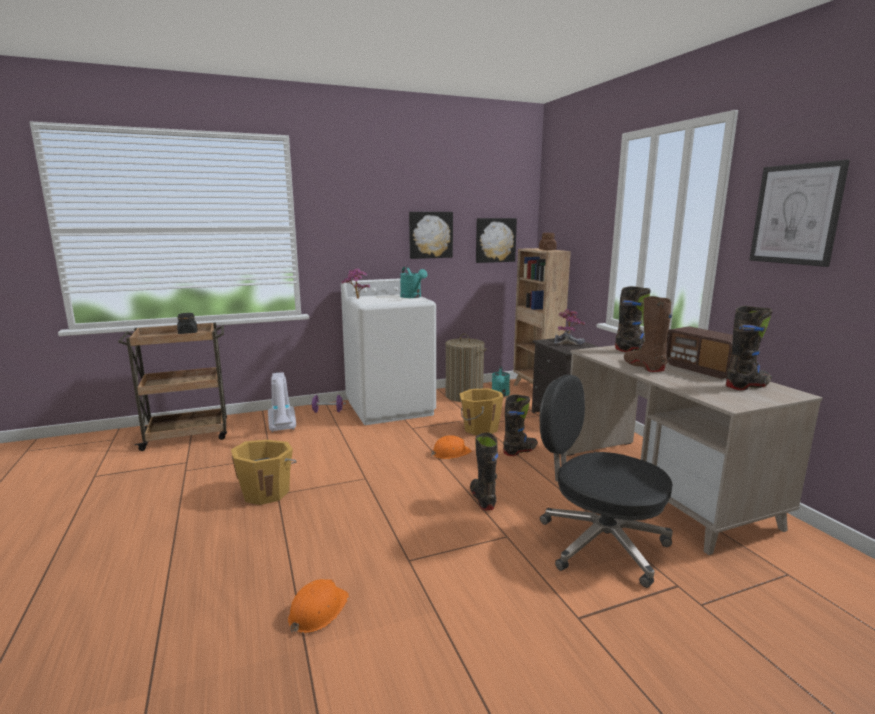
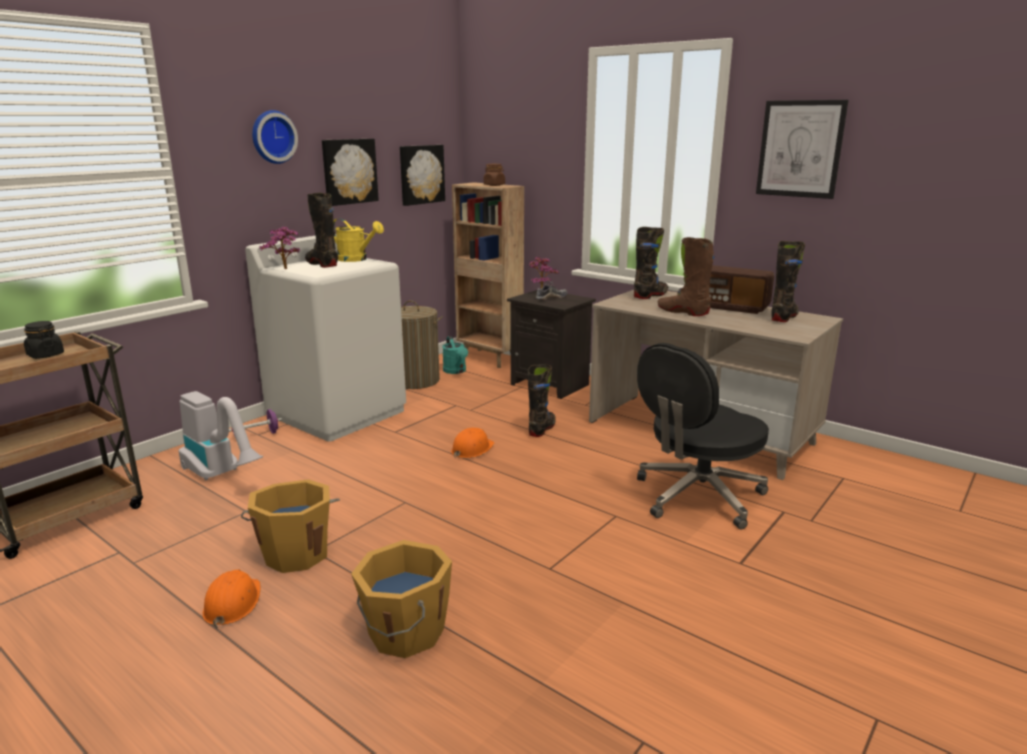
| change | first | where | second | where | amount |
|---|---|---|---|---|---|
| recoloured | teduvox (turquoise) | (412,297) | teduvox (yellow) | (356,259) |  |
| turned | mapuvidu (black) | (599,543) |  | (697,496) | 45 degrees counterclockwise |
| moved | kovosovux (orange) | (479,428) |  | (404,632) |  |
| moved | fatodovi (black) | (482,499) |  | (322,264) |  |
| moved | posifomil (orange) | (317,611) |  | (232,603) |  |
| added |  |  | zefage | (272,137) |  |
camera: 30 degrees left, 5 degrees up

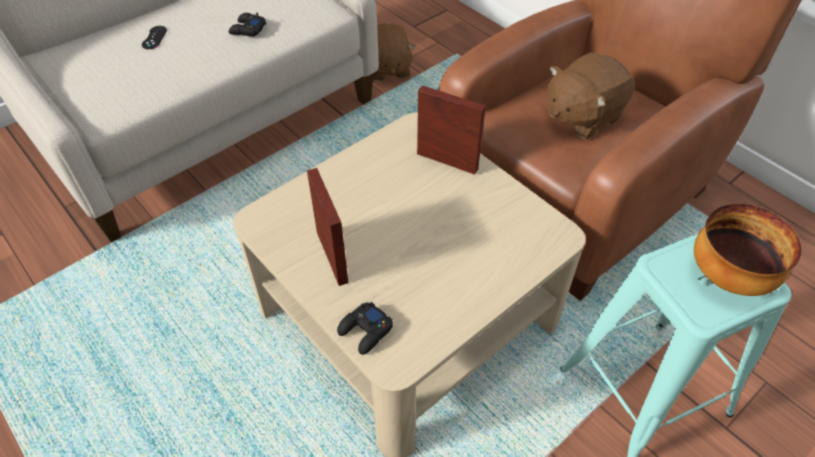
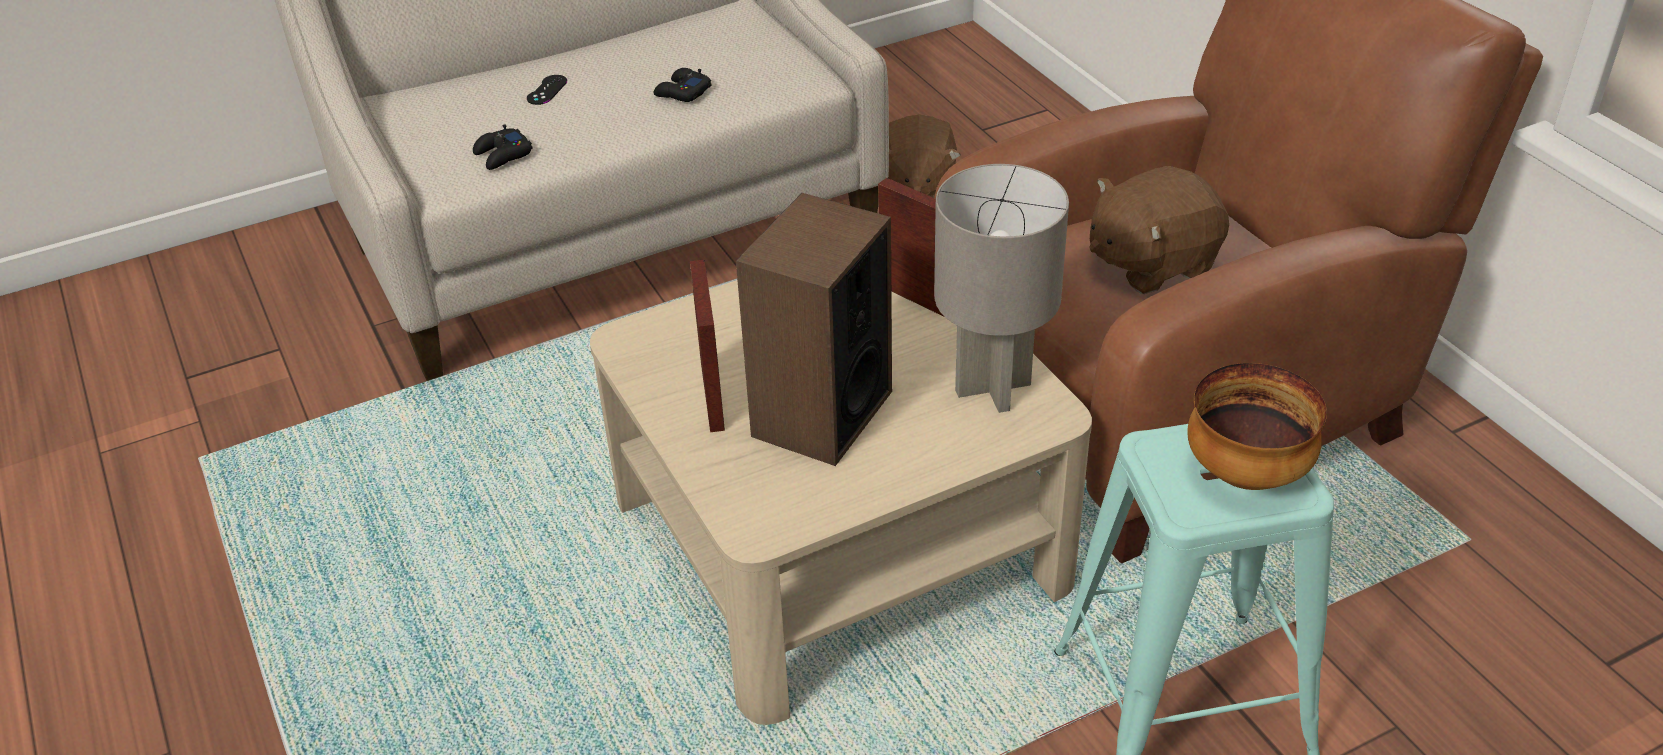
| change | first | where | second | where | amount |
|---|---|---|---|---|---|
| moved | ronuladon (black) | (365,331) |  | (503,155) |  |
| added |  |  | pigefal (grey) | (992,388) |  |
| added |  |  | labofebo | (821,413) |  |
camera: 15 degrees right, 10 degrees down

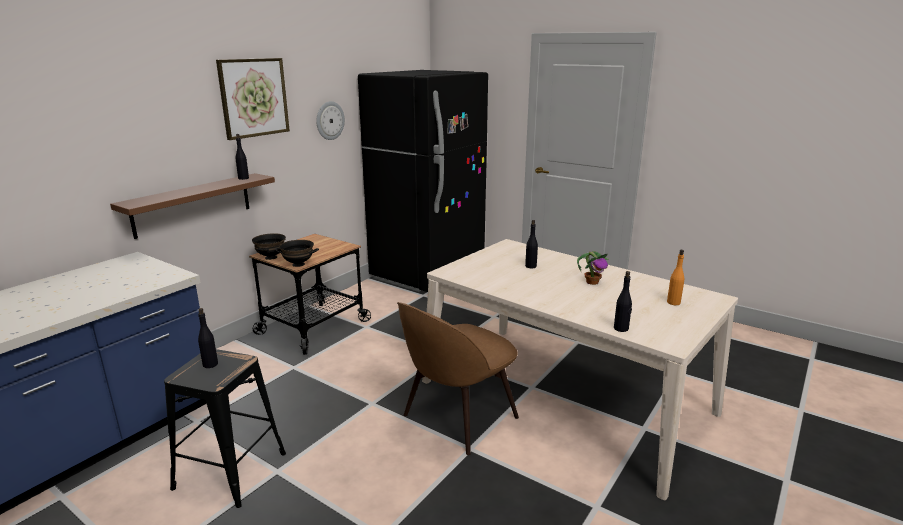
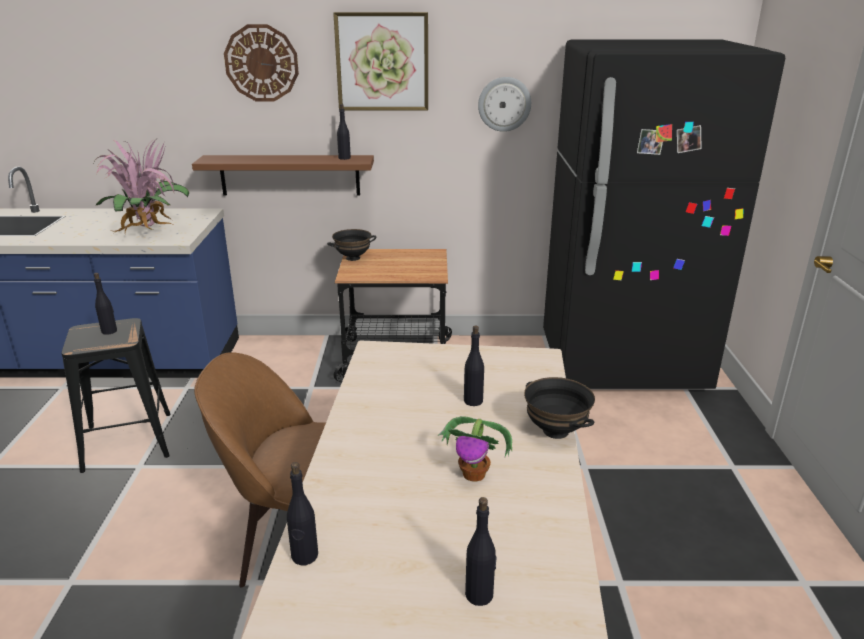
| change | first | where | second | where | amount |
|---|---|---|---|---|---|
| moved | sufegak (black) | (298,264) |  | (556,431) |  |
| recoloured | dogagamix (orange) | (673,302) | dogagamix (black) | (479,595) |  |
| added |  |  | zefage | (261,63) |  |
| added |  |  | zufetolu | (149,234) |  |
camera: 55 degrees right, 5 degrees up

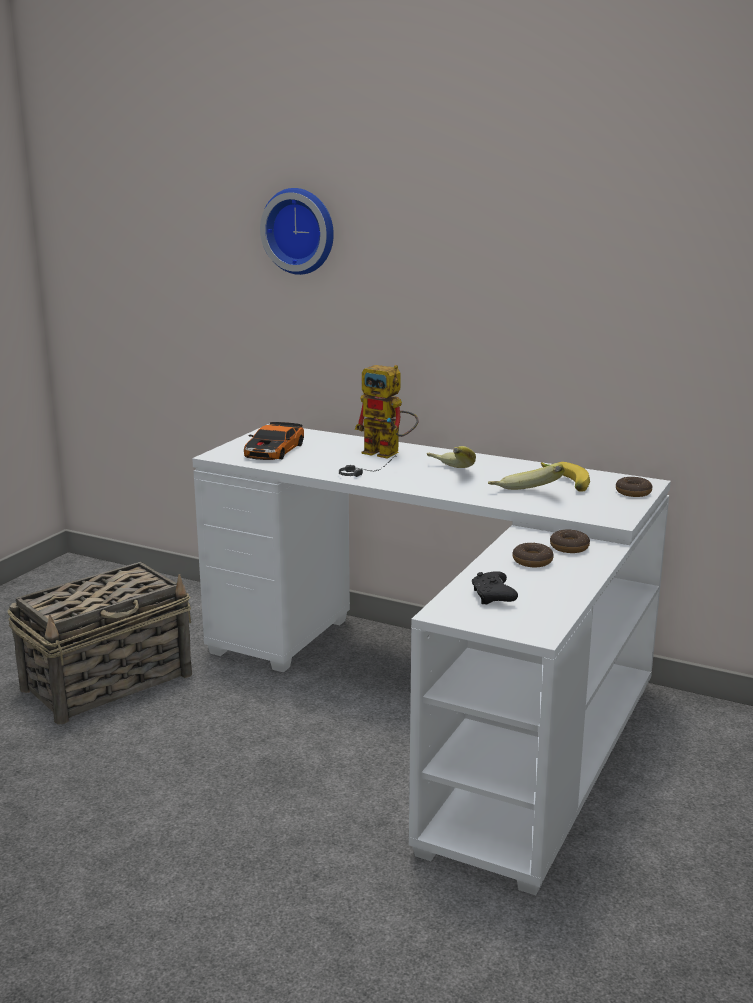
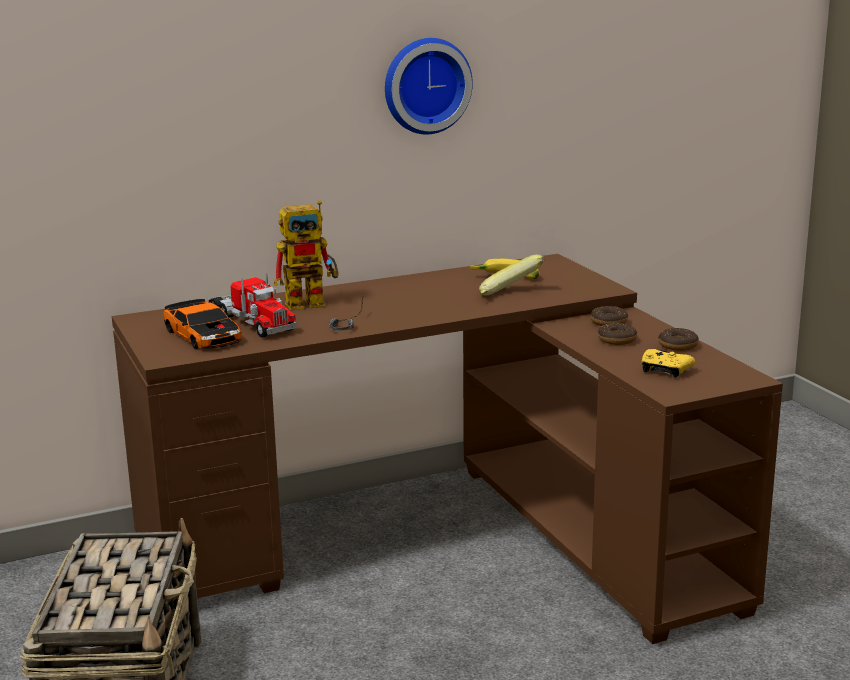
| change | first | where | second | where | amount |
|---|---|---|---|---|---|
| moved | zefage | (300,231) |  | (425,85) |  |
| recoloured | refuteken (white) | (443,701) | refuteken (brown) | (450,537) |  |
| removed | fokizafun | (447,472) |  |  |  |
| moved | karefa | (633,492) |  | (678,345) |  |
| recoloured | ronuladon (black) | (492,596) | ronuladon (yellow) | (665,371) |  |
| added |  |  | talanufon | (251,322) |  |
camera: 50 degrees left, 0 degrees up

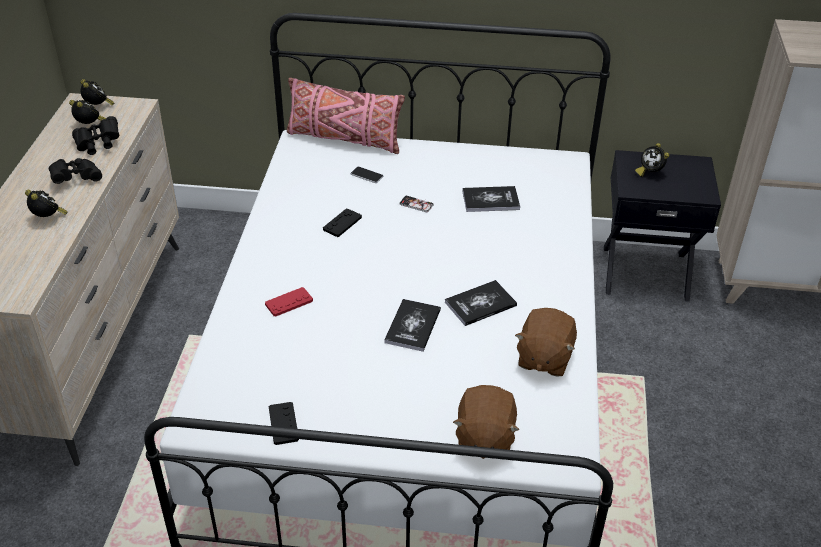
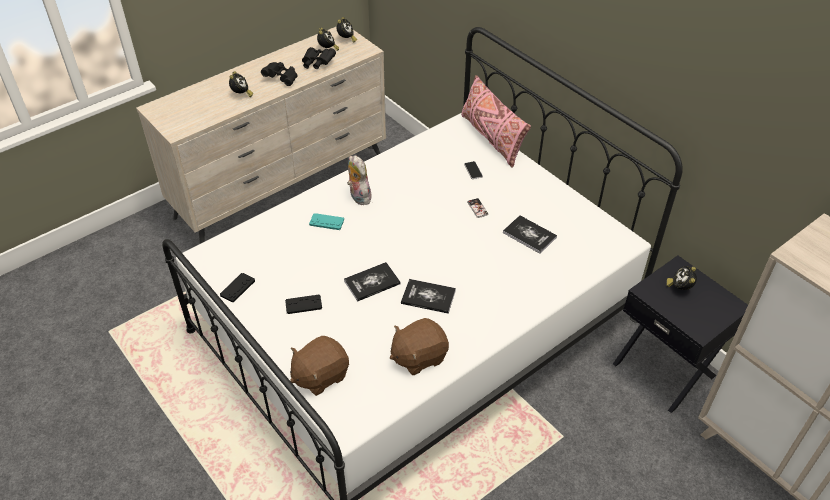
| change | first | where | second | where | amount |
|---|---|---|---|---|---|
| moved | ronuladon (black) | (342,223) |  | (303,305) |  |
| recoloured | ronuladon (red) | (289,302) | ronuladon (turquoise) | (326,222) |  |
| added |  |  | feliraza | (358,197) |  |
camera: 45 degrees right, 5 degrees up

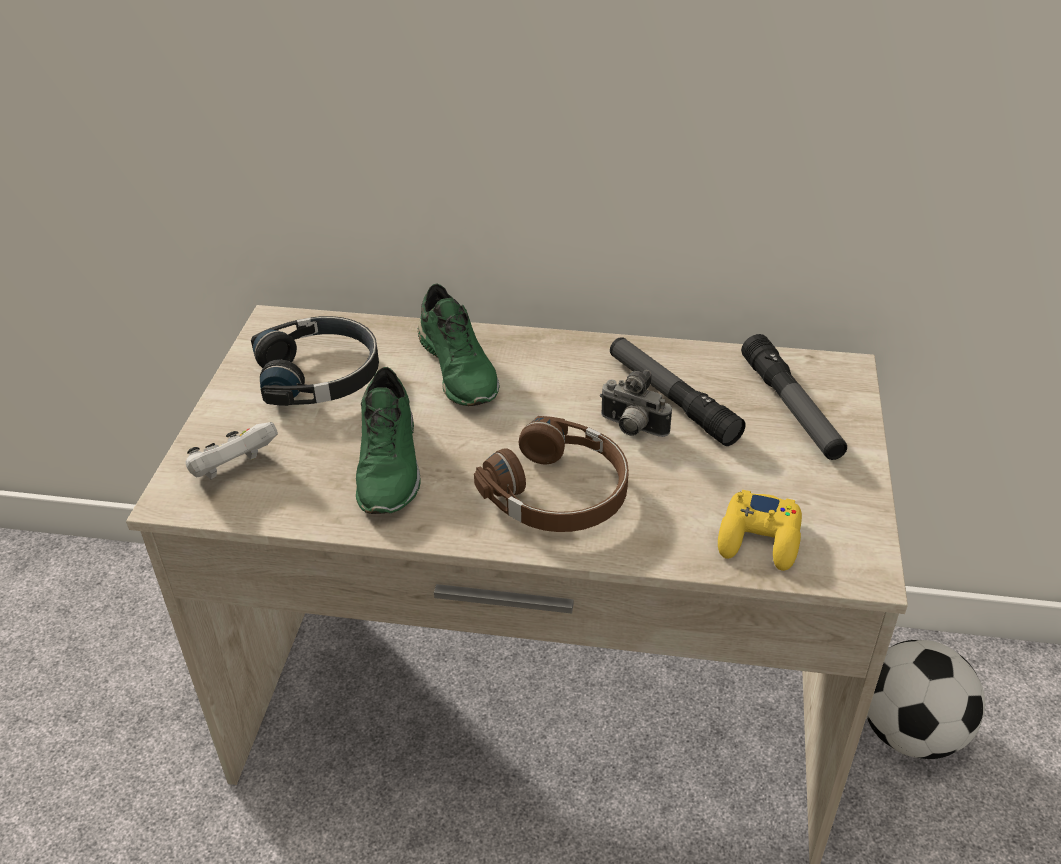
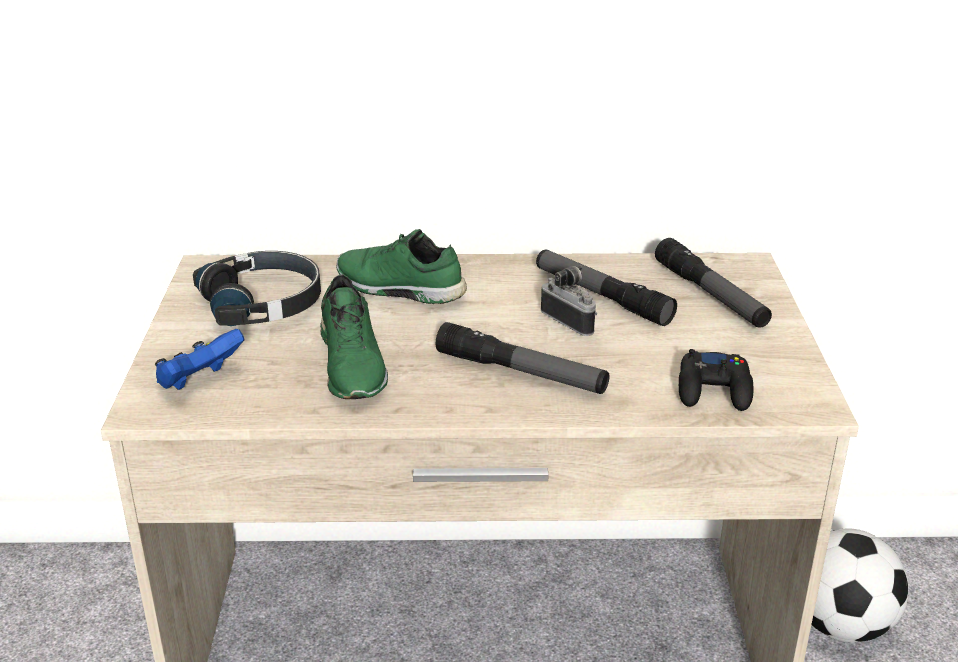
| change | first | where | second | where | amount |
|---|---|---|---|---|---|
| turned | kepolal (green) | (460,369) |  | (398,289) | 150 degrees clockwise |
| turned | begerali | (631,428) |  | (572,320) | 150 degrees counterclockwise |
| replaced | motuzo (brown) | (559,492) | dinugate | (521,372) |  |
| recoloured | ronuladon (white) | (234,469) | ronuladon (blue) | (199,381) |  |
| recoloured | ronuladon (yellow) | (760,538) | ronuladon (black) | (714,390) |  |
camera: 10 degrees left, 10 degrees down

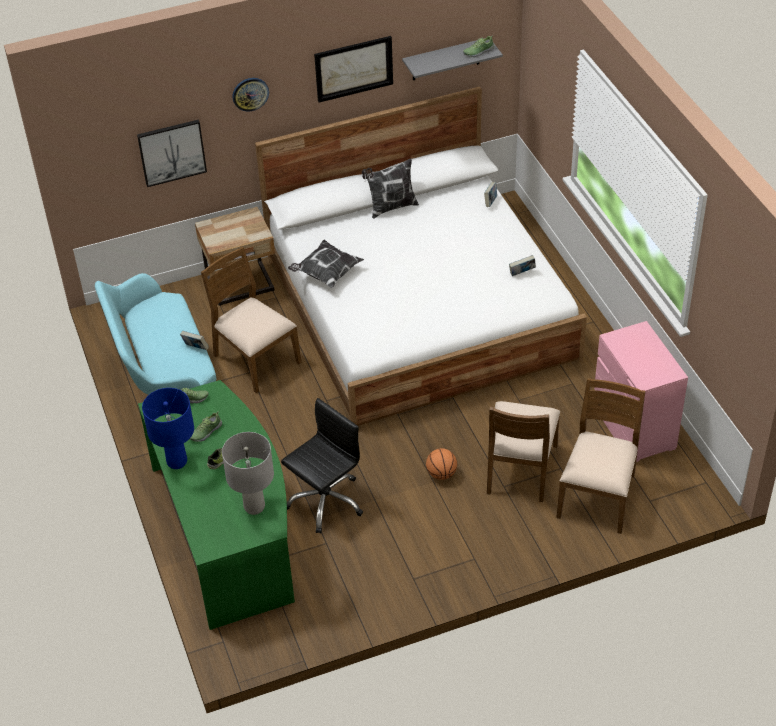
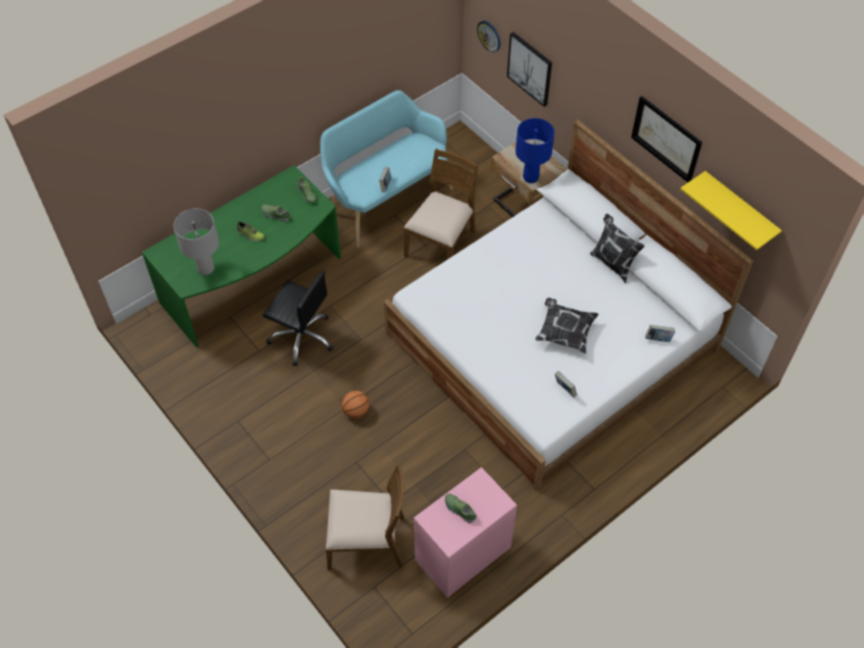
| change | first | where | second | where | amount |
|---|---|---|---|---|---|
| moved | kepolal | (478,52) |  | (460,509) |  |
| recoloured | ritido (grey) | (446,59) | ritido (yellow) | (739,209) |  |
| moved | zefage | (250,93) |  | (489,36) |  |
| moved | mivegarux | (326,273) |  | (564,332) |  |
| moved | pigefal (blue) | (177,462) |  | (531,177) |  |
| removed | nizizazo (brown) | (520,469) |  |  |  |
camera: 70 degrees right, 10 degrees up

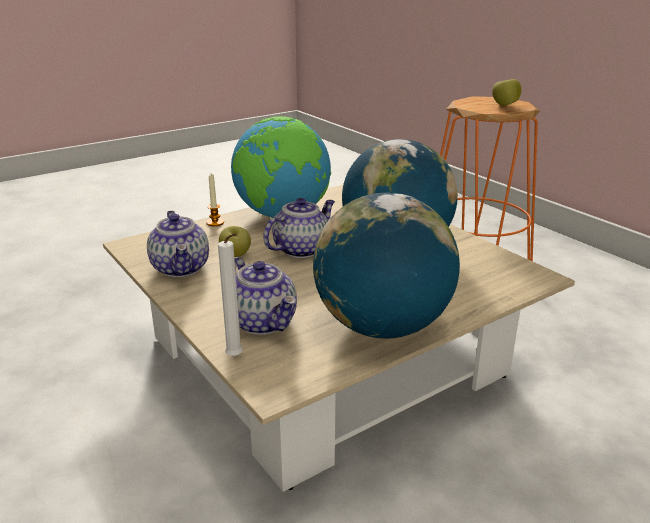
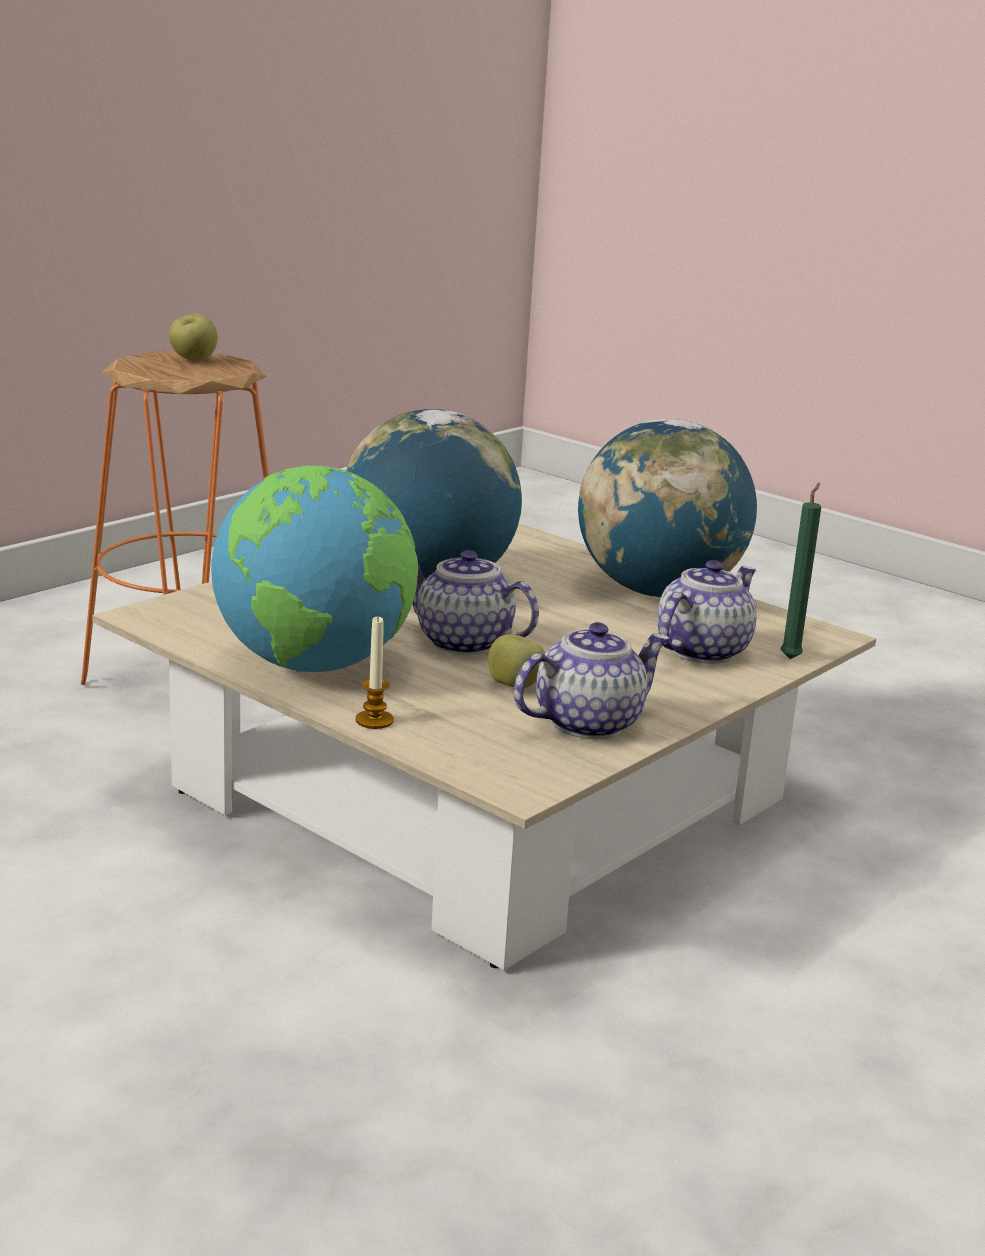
| change | first | where | second | where | amount |
|---|---|---|---|---|---|
| recoloured | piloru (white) | (236,358) | piloru (green) | (791,658) |  |
camera: 105 degrees left, 5 degrees down

